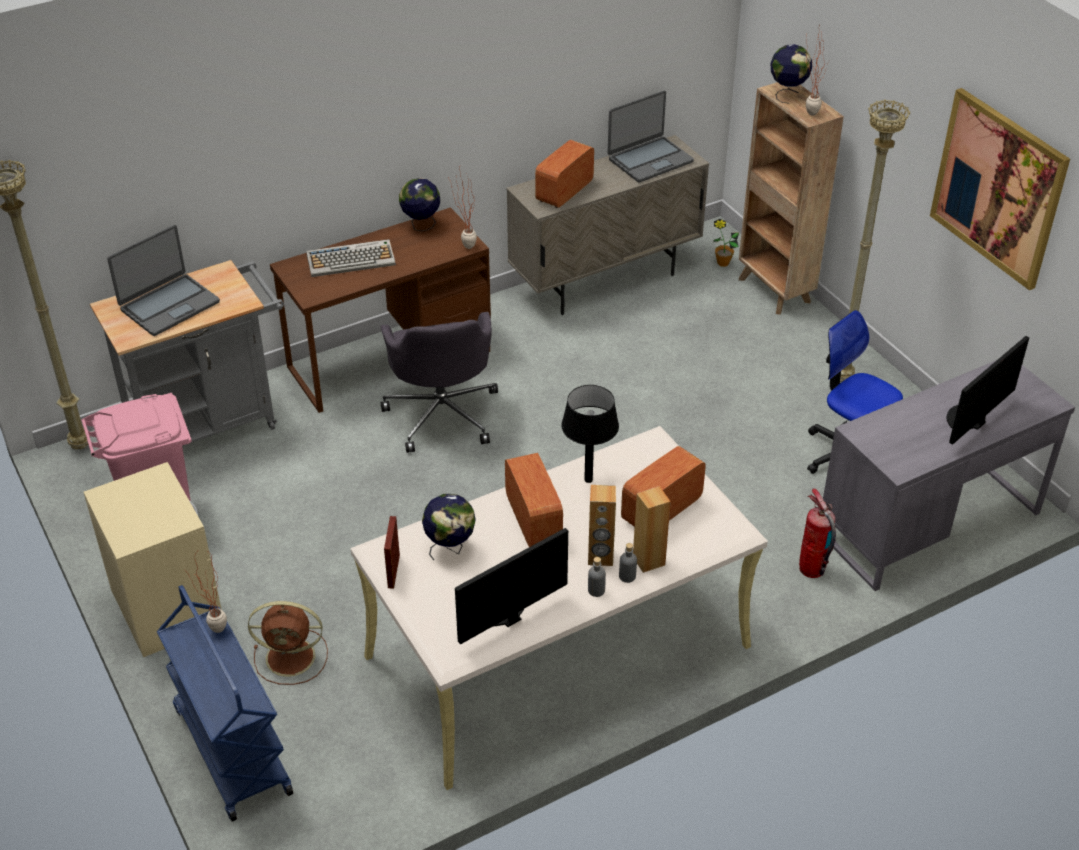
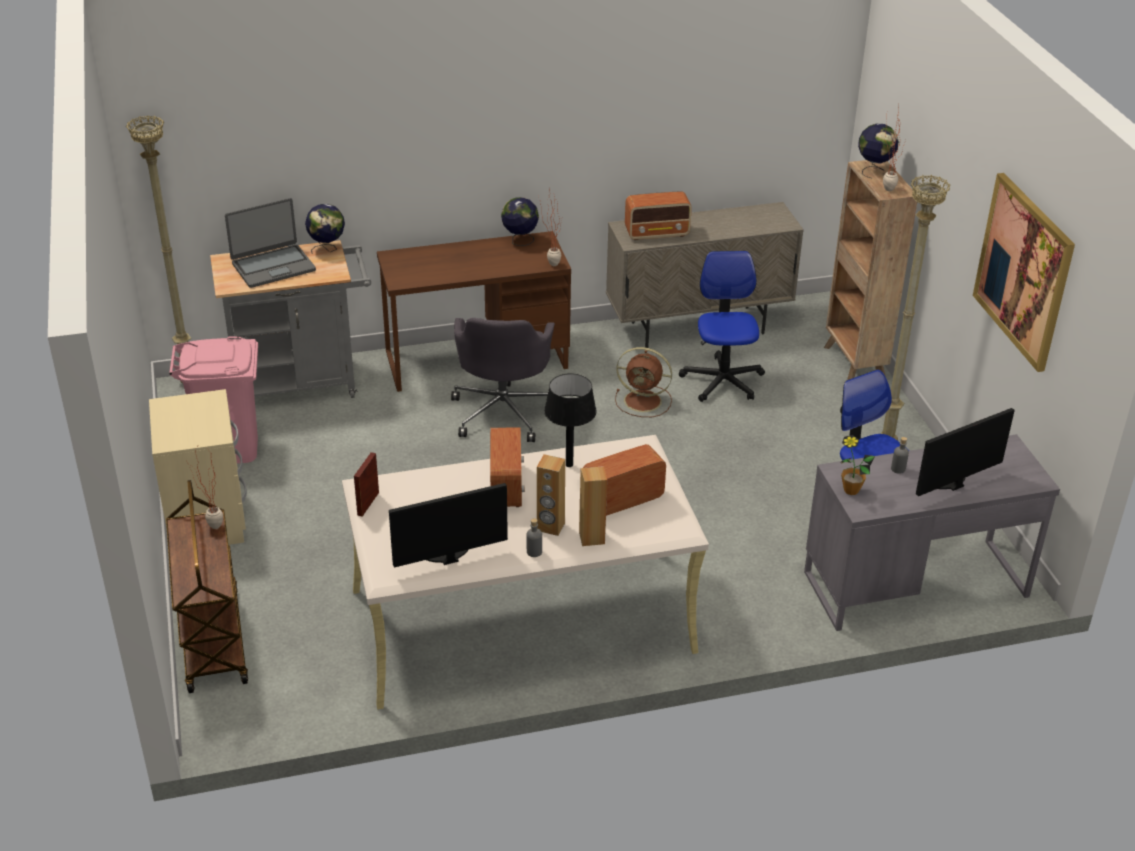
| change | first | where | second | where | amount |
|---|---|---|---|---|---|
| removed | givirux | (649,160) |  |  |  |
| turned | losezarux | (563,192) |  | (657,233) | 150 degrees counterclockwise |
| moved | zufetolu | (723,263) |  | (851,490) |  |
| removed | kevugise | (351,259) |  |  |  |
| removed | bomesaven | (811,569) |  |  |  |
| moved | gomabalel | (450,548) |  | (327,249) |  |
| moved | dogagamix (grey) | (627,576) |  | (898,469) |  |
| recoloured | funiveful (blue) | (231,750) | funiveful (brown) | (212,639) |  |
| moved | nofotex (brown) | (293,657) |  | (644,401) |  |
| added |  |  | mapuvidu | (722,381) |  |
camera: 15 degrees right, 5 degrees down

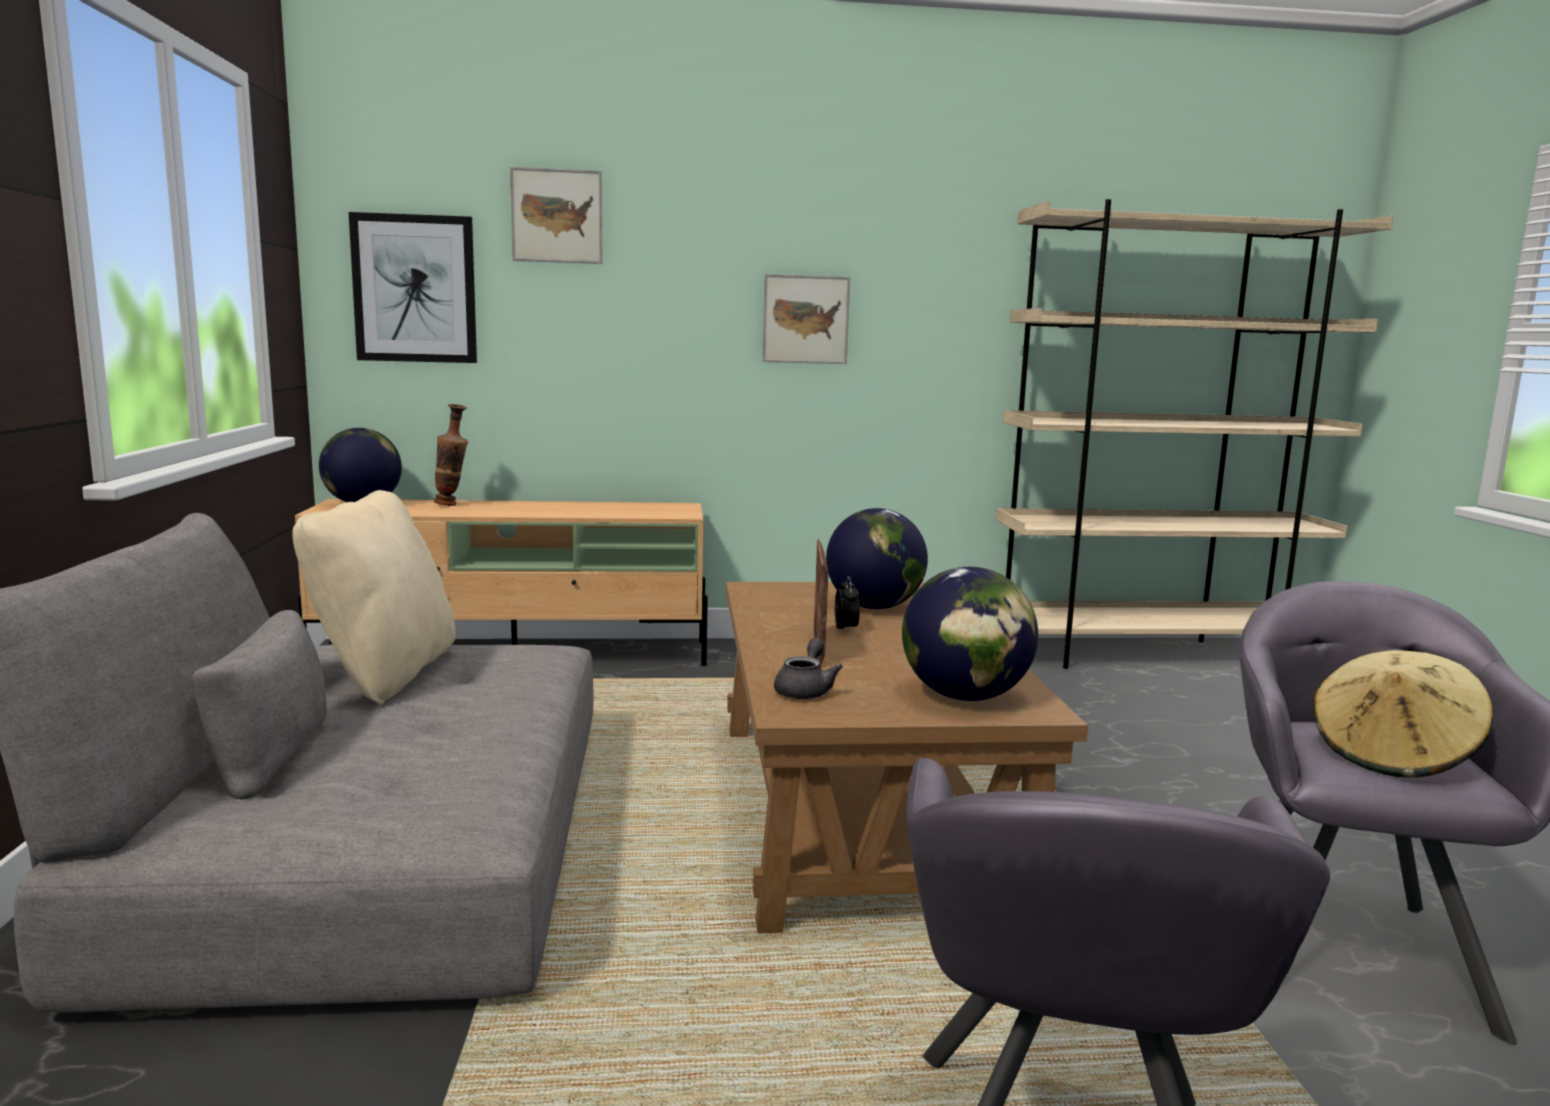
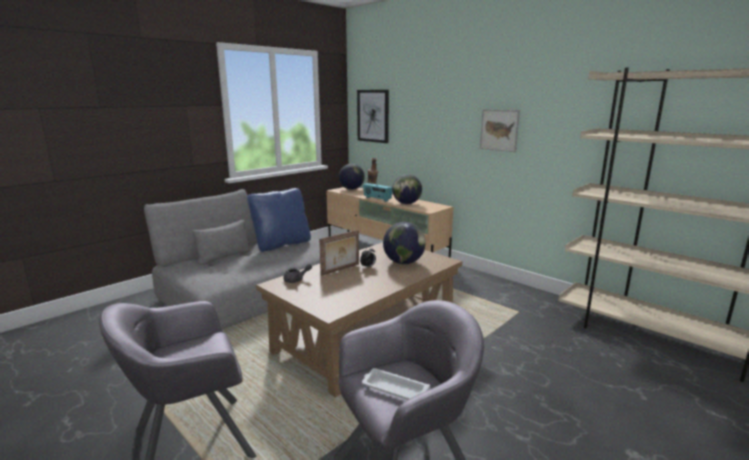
| change | first | where | second | where | amount |
|---|---|---|---|---|---|
| removed | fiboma | (557,216) |  |  |  |
| recoloured | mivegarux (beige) | (386,675) | mivegarux (blue) | (281,244) |  |
| moved | gomabalel | (965,697) |  | (406,203) |  |
| replaced | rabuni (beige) | (1393,756) | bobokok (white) | (394,388) |  |
| added |  |  | losezarux | (377,199) |  |
camera: 50 degrees right, 5 degrees up

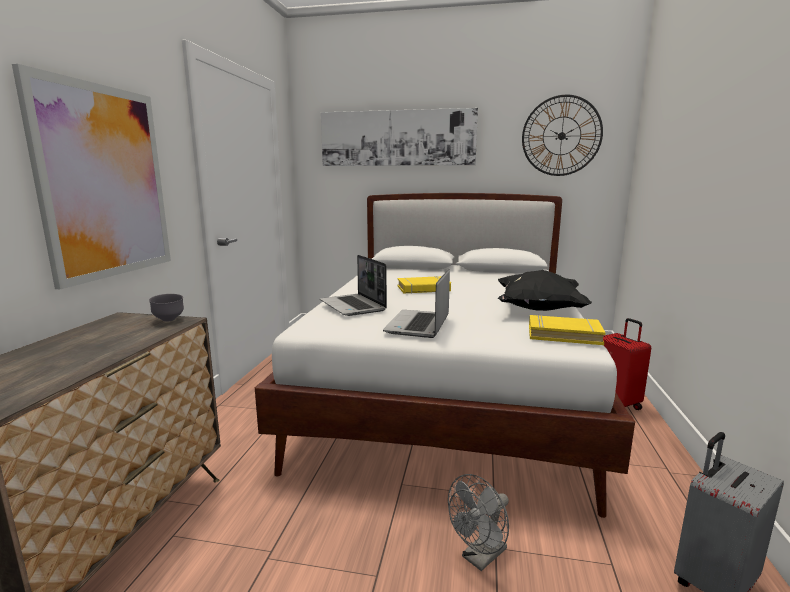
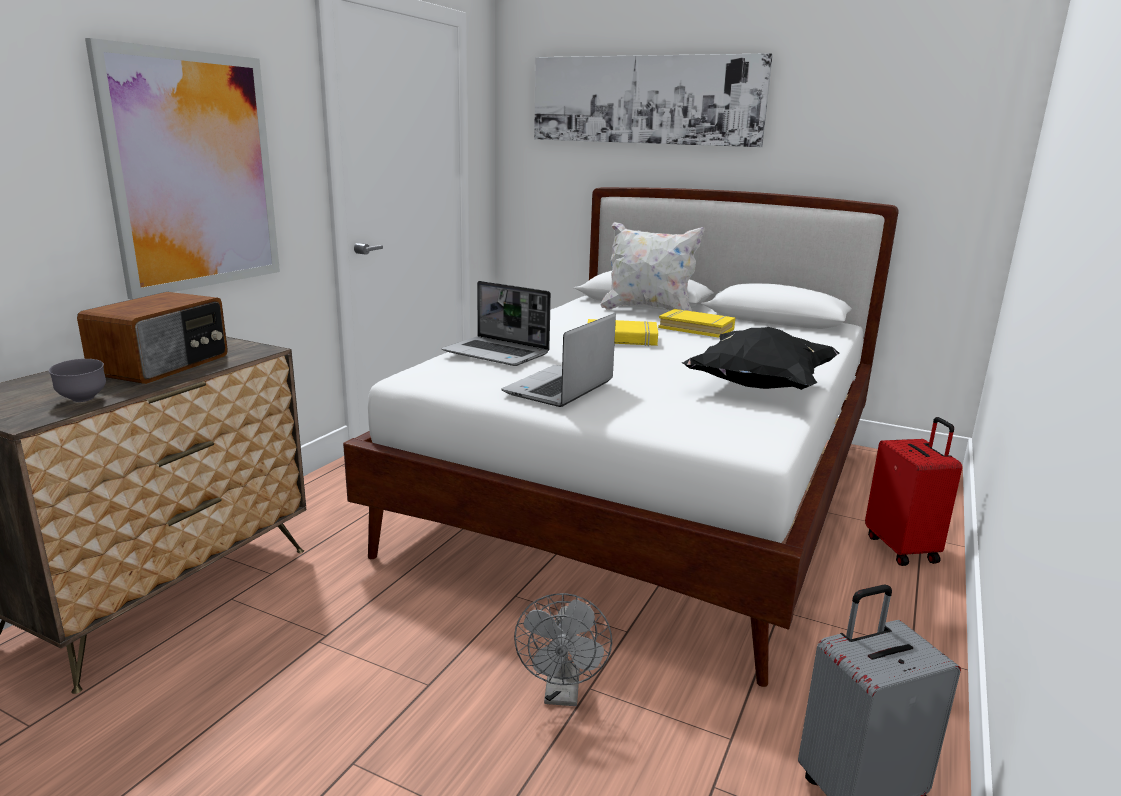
| change | first | where | second | where | amount |
|---|---|---|---|---|---|
| removed | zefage | (561,136) |  |  |  |
| turned | givirux | (353,306) |  | (497,353) | 45 degrees counterclockwise |
| moved | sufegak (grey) | (169,320) |  | (83,400) |  |
| moved | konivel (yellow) | (564,335) |  | (696,328) |  |
| turned | nofotex (grey) | (480,558) |  | (562,694) | 60 degrees counterclockwise |
| added |  |  | mivegarux (white) | (648,311) |  |
| added |  |  | losezarux | (164,365) |  |
camera: 15 degrees right, 5 degrees up

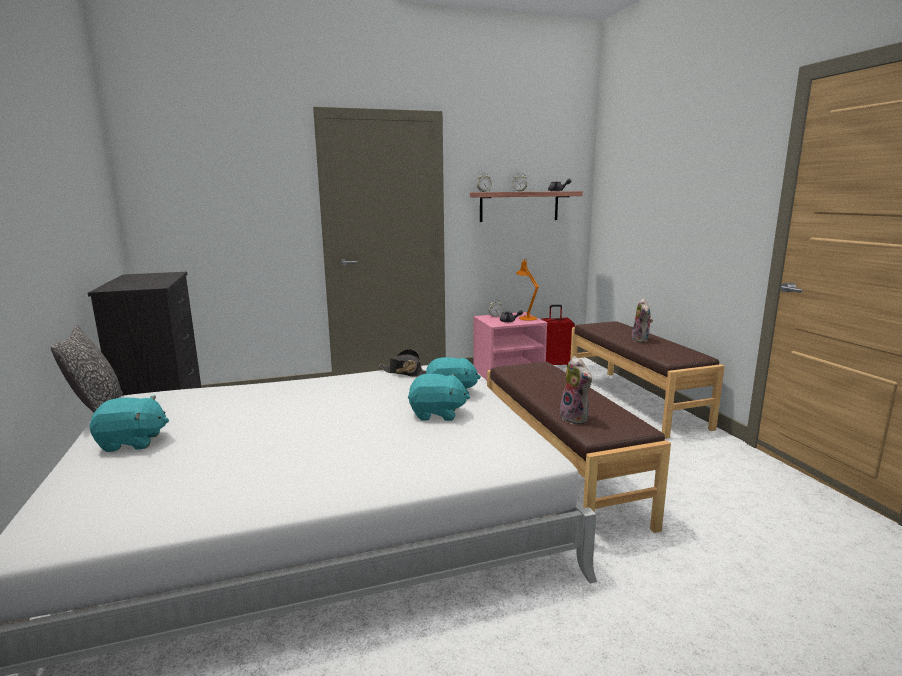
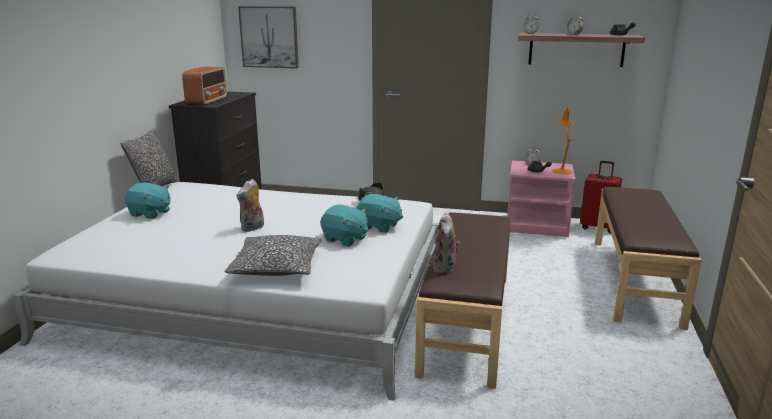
| change | first | where | second | where | amount |
|---|---|---|---|---|---|
| moved | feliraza | (641,340) |  | (253,228) |  |
| added |  |  | fiboma | (269,37) |  |
| added |  |  | losezarux | (207,101) |  |
| added |  |  | mivegarux | (276,267) |  |
camera: 30 degrees right, 5 degrees up

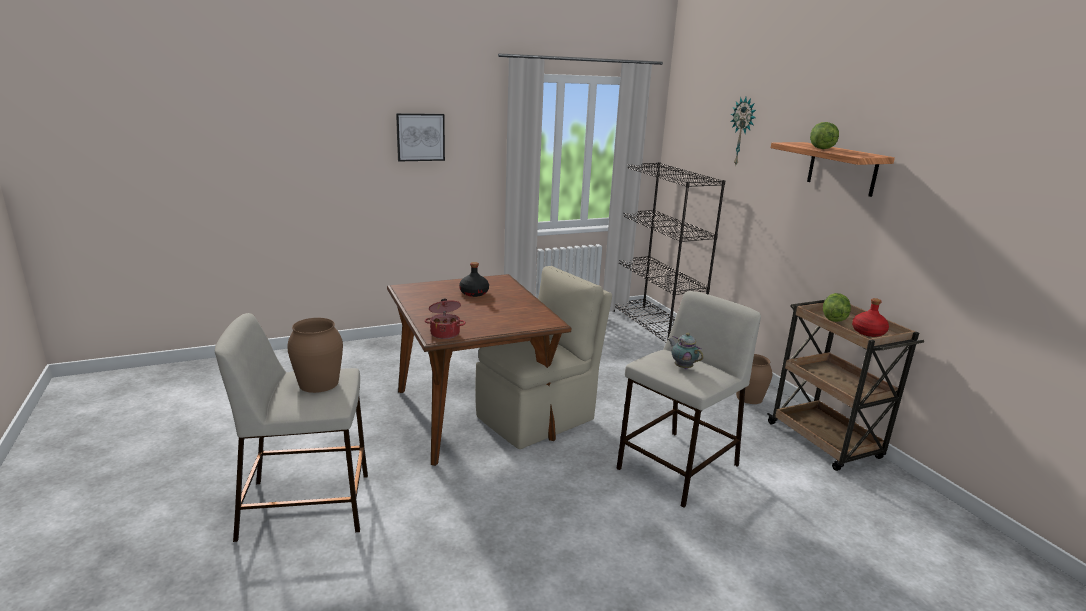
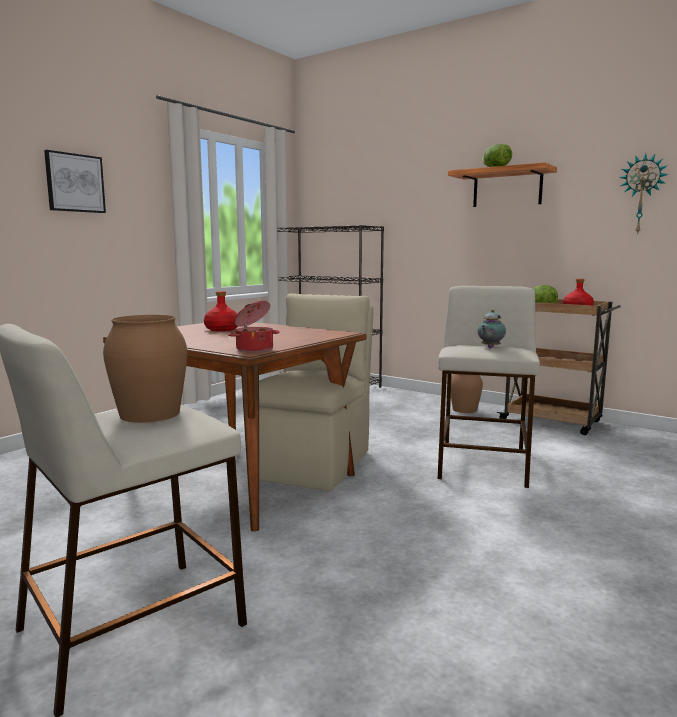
| change | first | where | second | where | amount |
|---|---|---|---|---|---|
| moved | zefage | (743,131) |  | (642,194) |  |
| recoloured | dogagamix (black) | (474,293) | dogagamix (red) | (222,329) |  |
| turned | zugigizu | (682,367) |  | (489,347) | 75 degrees counterclockwise |
camera: 30 degrees left, 10 degrees down

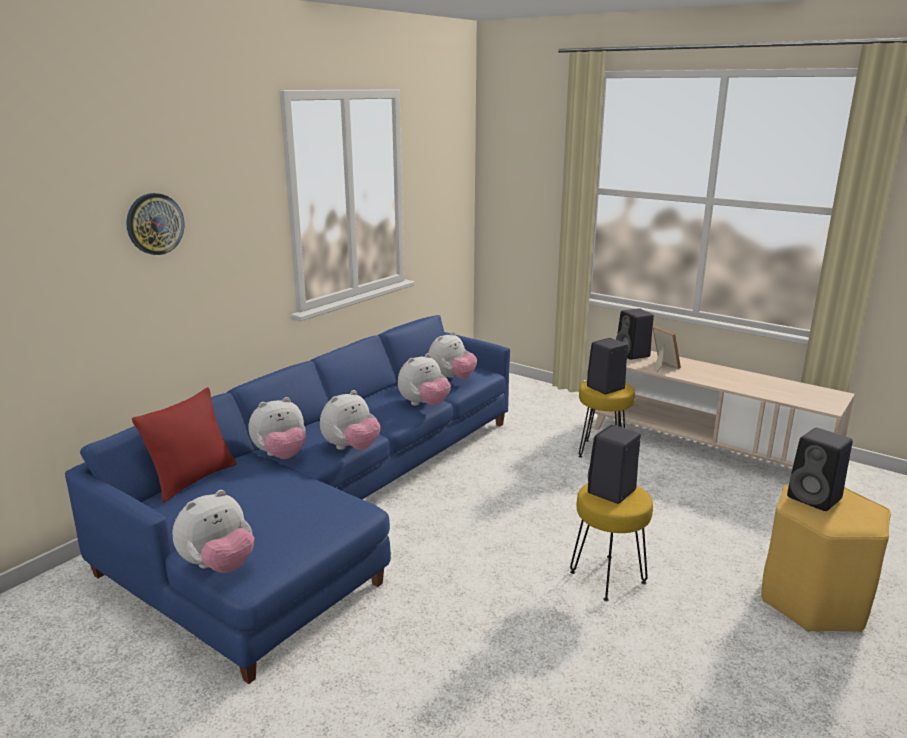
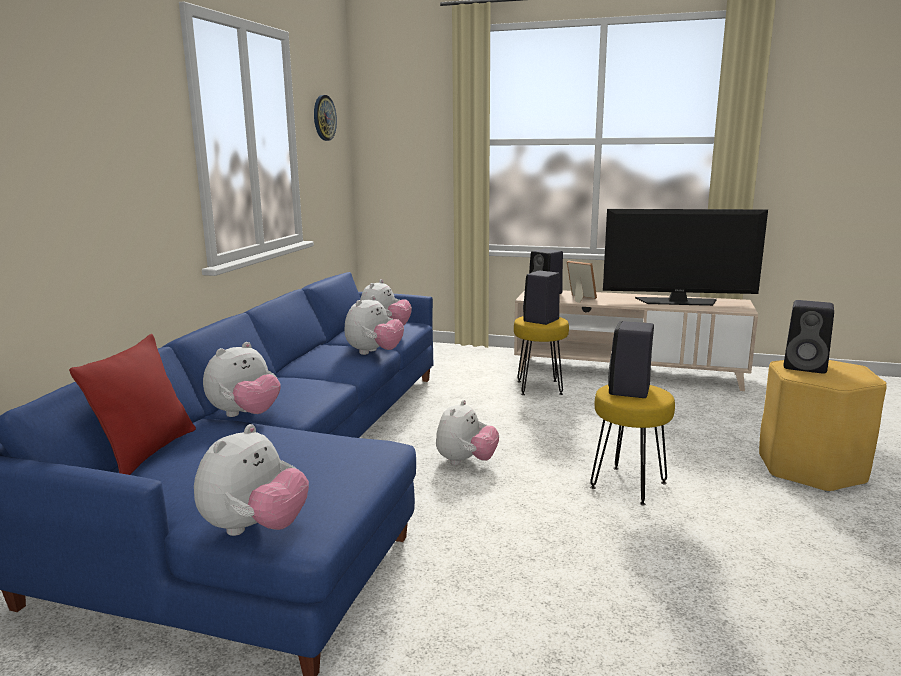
| change | first | where | second | where | amount |
|---|---|---|---|---|---|
| moved | zefage | (155,224) |  | (324,118) |  |
| moved | feliraza | (351,448) |  | (466,462) |  |
| added |  |  | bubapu | (677,302) |  |
camera: 20 degrees left, 5 degrees down

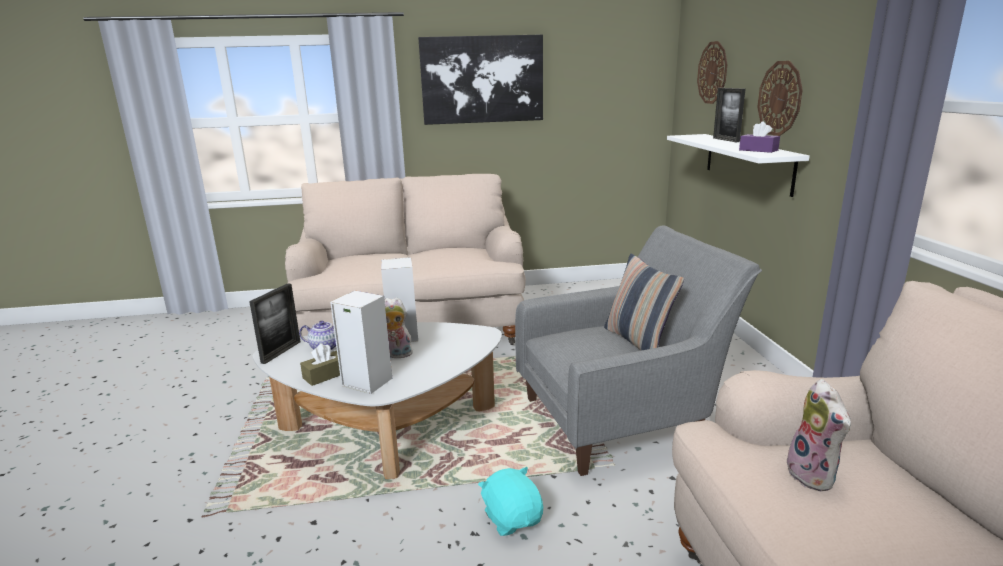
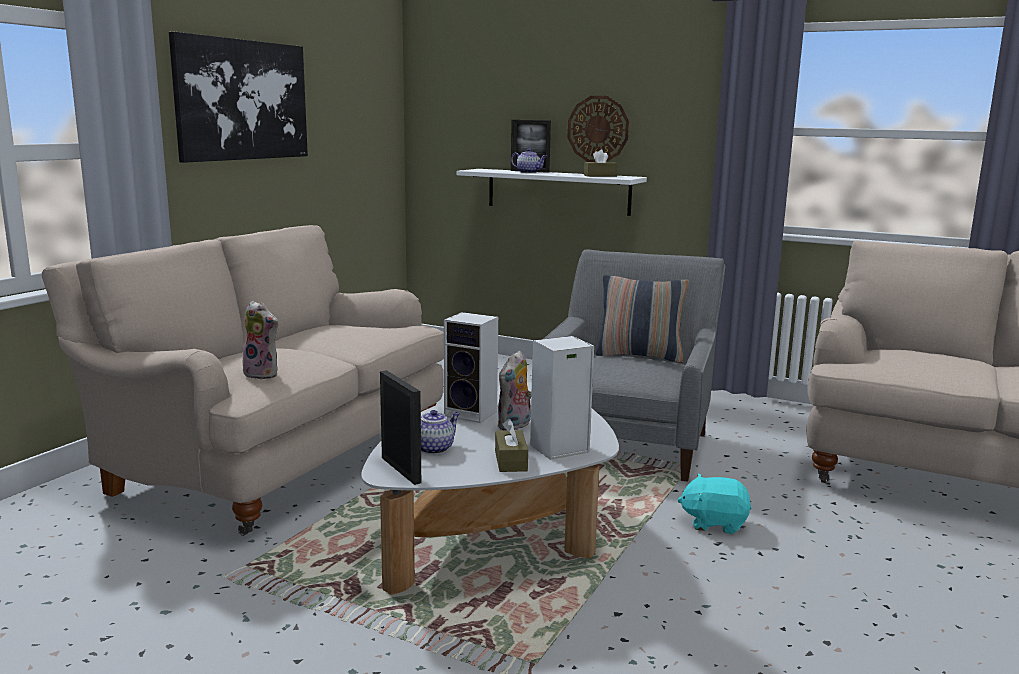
| change | first | where | second | where | amount |
|---|---|---|---|---|---|
| removed | zefage | (712,72) |  |  |  |
| recoloured | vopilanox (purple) | (758,150) | vopilanox (brown) | (600,176) |  |
| moved | feliraza | (814,476) |  | (263,374) |  |
| added |  |  | zugigizu | (529,172) |  |
camera: 55 degrees left, 5 degrees down

